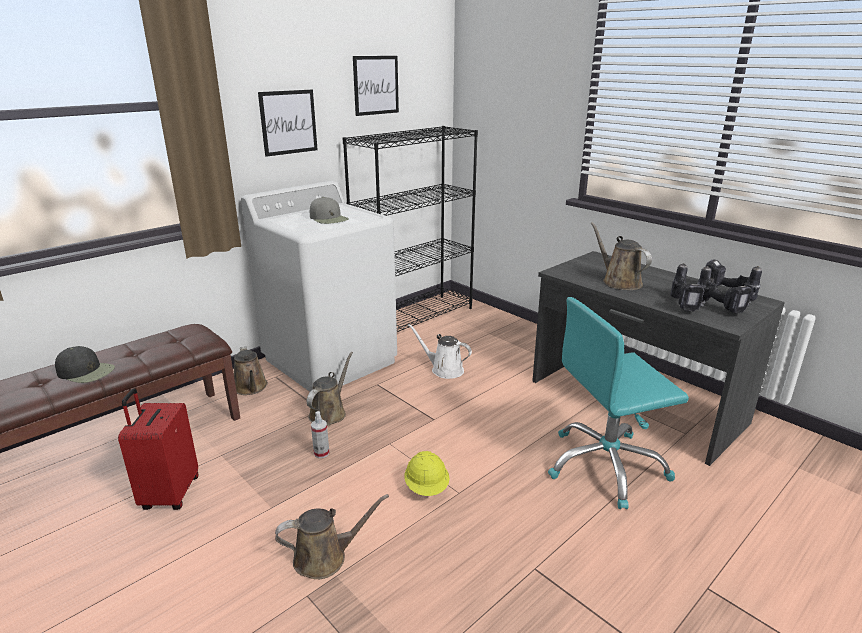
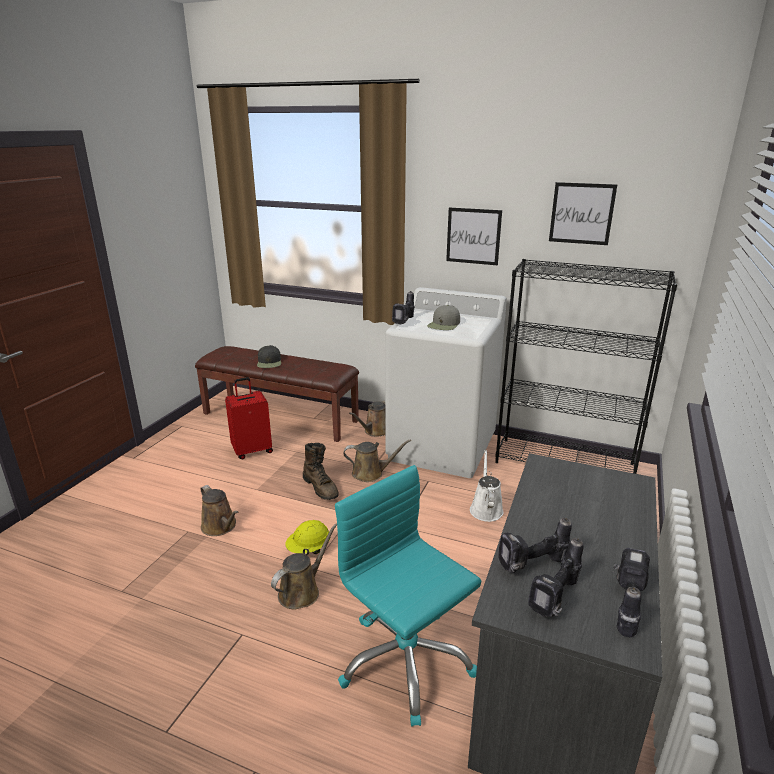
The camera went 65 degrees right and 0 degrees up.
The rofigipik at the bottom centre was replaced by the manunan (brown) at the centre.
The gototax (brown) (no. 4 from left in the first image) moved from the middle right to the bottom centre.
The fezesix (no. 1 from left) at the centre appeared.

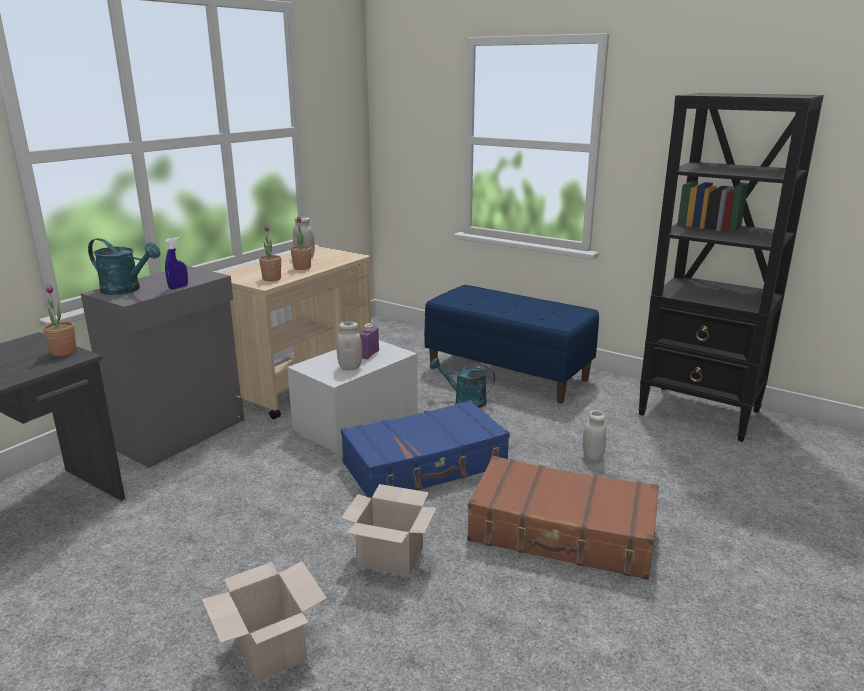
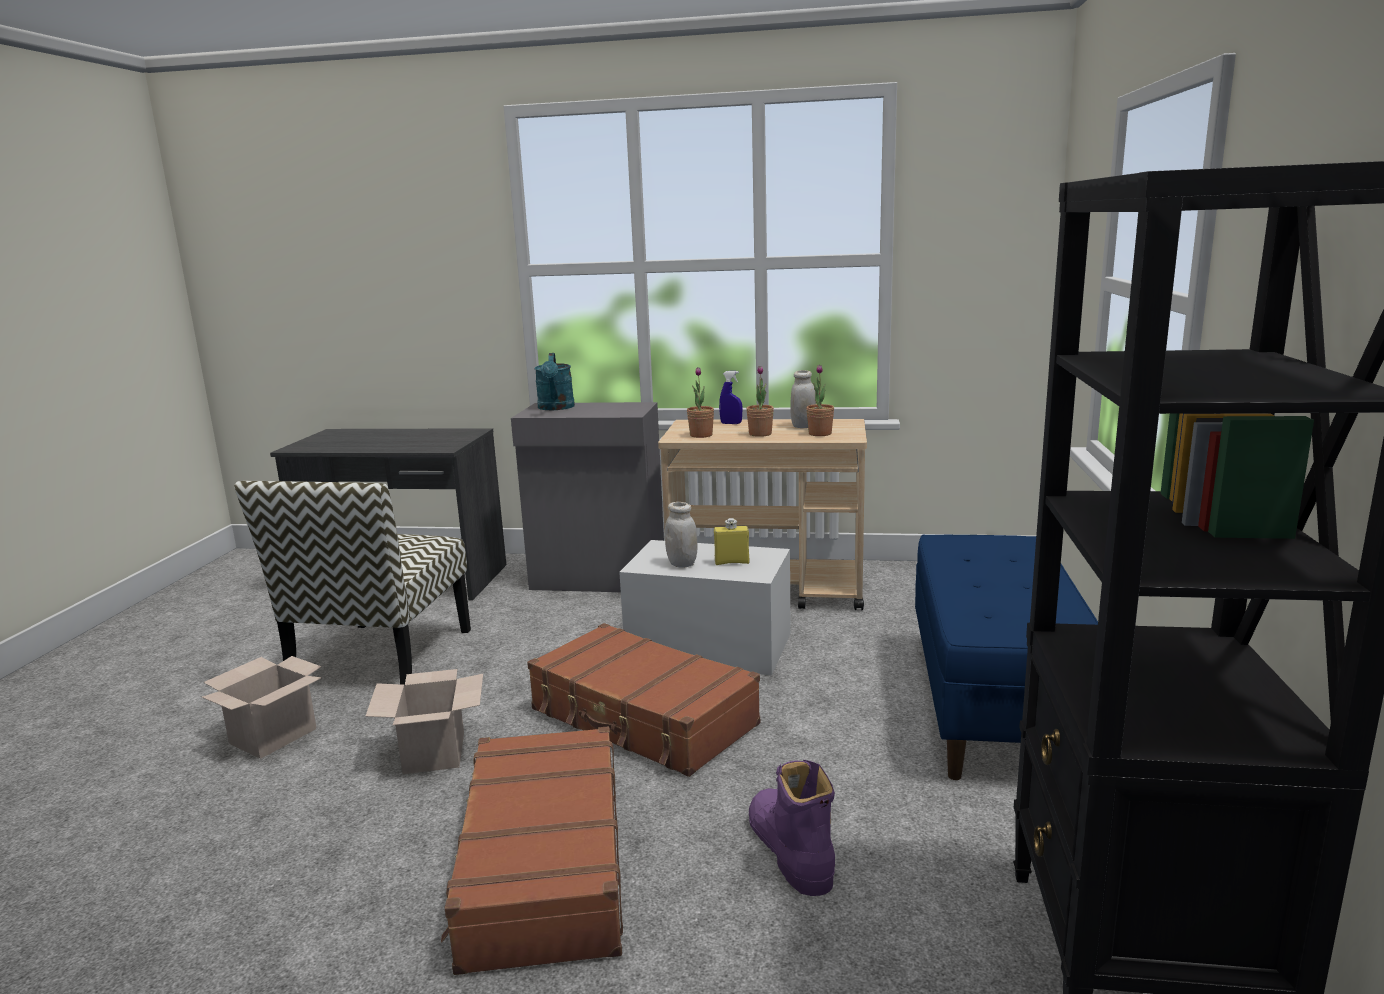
The camera went 65 degrees right and 5 degrees down.
The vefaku (no. 1 from left in the first image) moved from the middle left to the centre.
The rofigipik (blue) moved from the middle left to the centre.
The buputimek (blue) at the centre became the buputimek (brown) (no. 2 from left) at the bottom centre.
The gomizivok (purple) at the centre became the gomizivok (yellow) at the centre.
The gototax (turquoise) (no. 2 from left) at the centre disappeared.
The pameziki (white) (no. 3 from left) at the middle right was replaced by the manunan (purple) at the bottom centre.
The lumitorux at the middle left appeared.

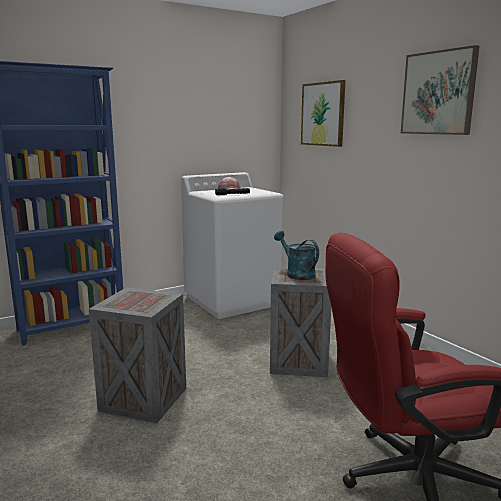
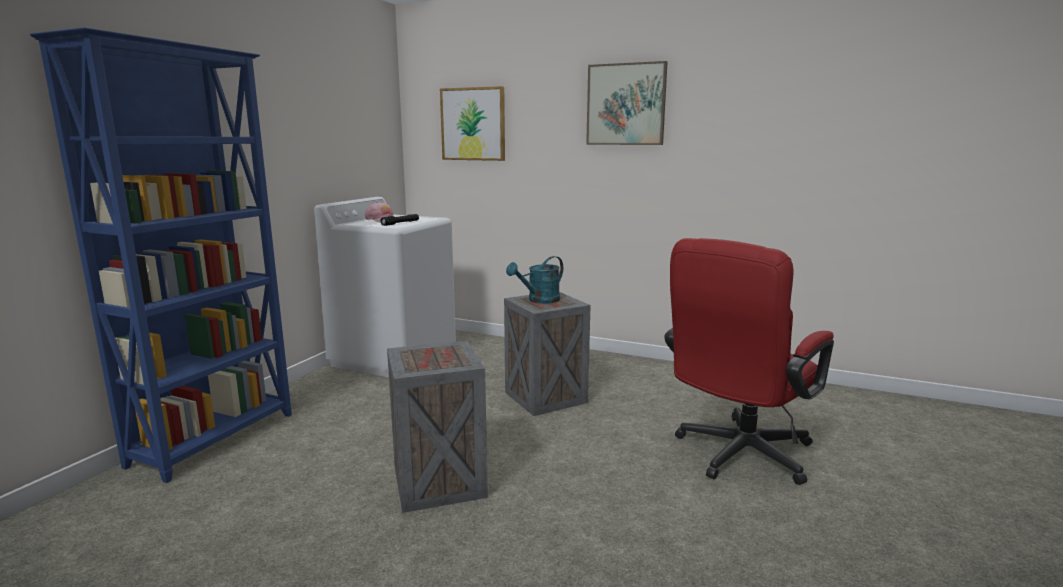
The camera went 35 degrees left and 0 degrees up.
The gototax (turquoise) at the centre turned 60 degrees counterclockwise.

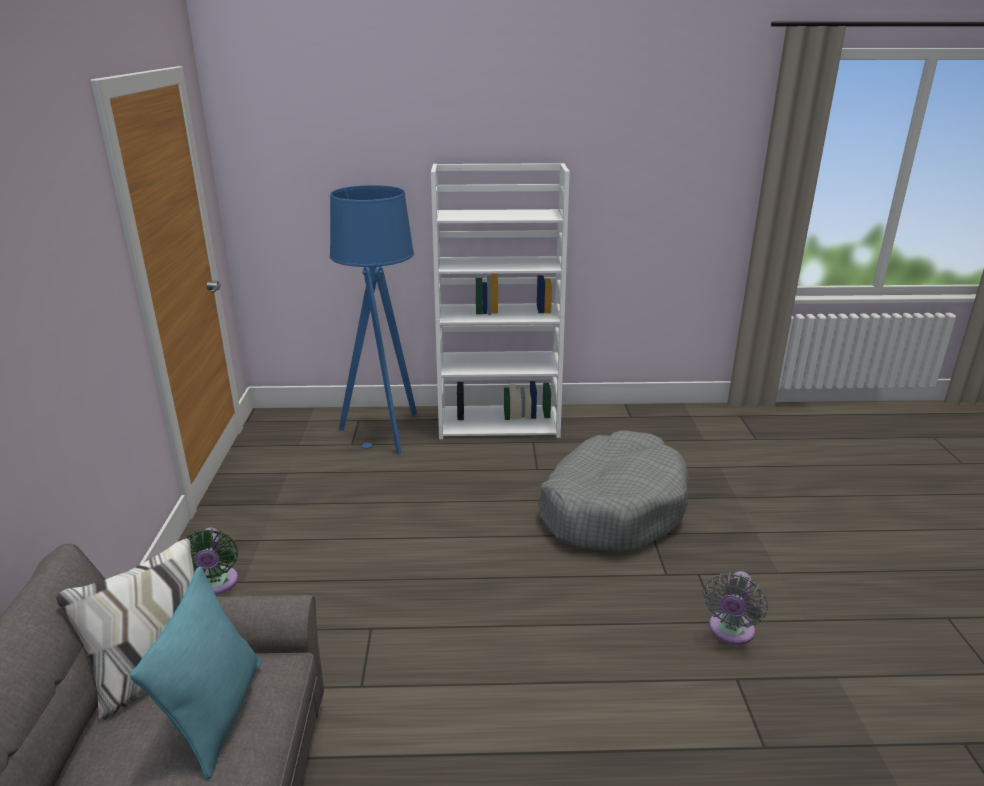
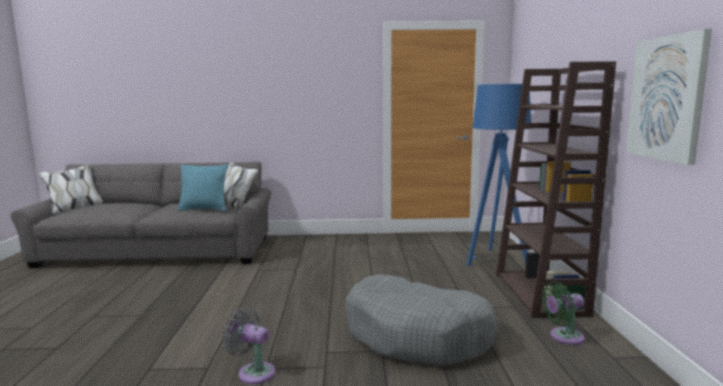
The camera went 90 degrees right and 15 degrees down.
The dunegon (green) moved from the bottom left to the bottom right.
The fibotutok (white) at the centre became the fibotutok (brown) at the middle right.
The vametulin at the top right appeared.

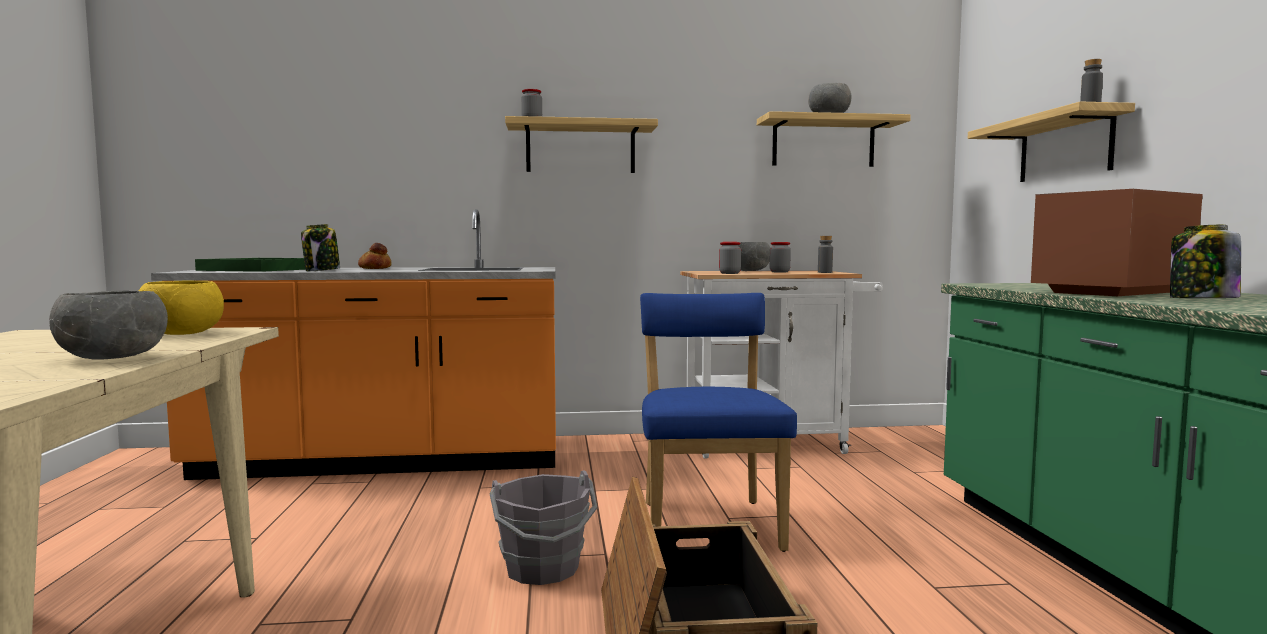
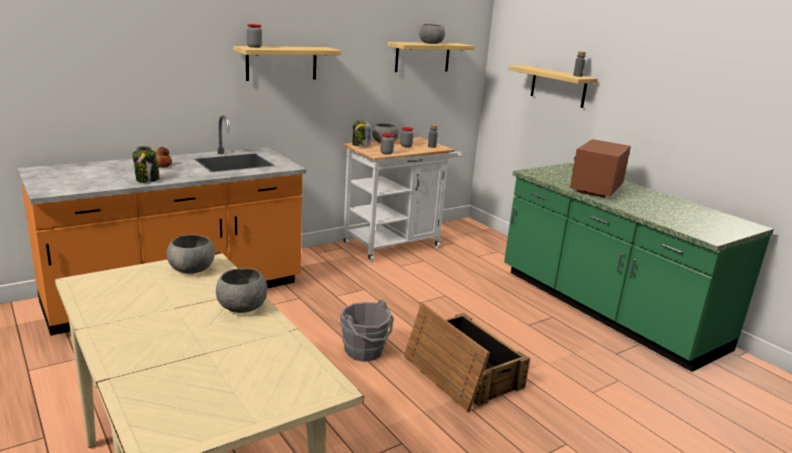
The camera went 30 degrees left and 15 degrees up.
The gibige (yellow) at the middle left became the gibige (grey) (no. 1 from left) at the middle left.
The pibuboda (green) at the middle left disappeared.
The lumitorux (blue) at the centre disappeared.
The pameziki (no. 5 from left in the first image) moved from the middle right to the top centre.

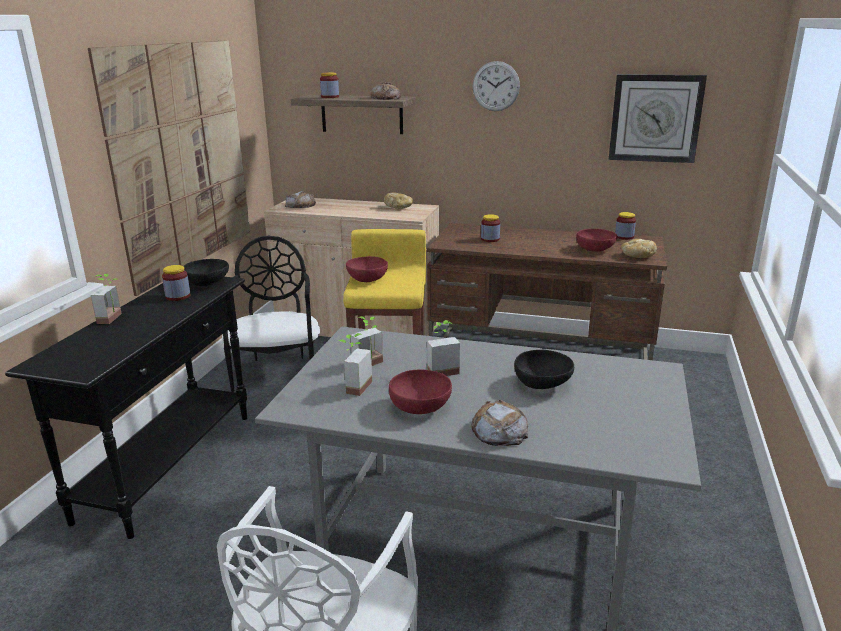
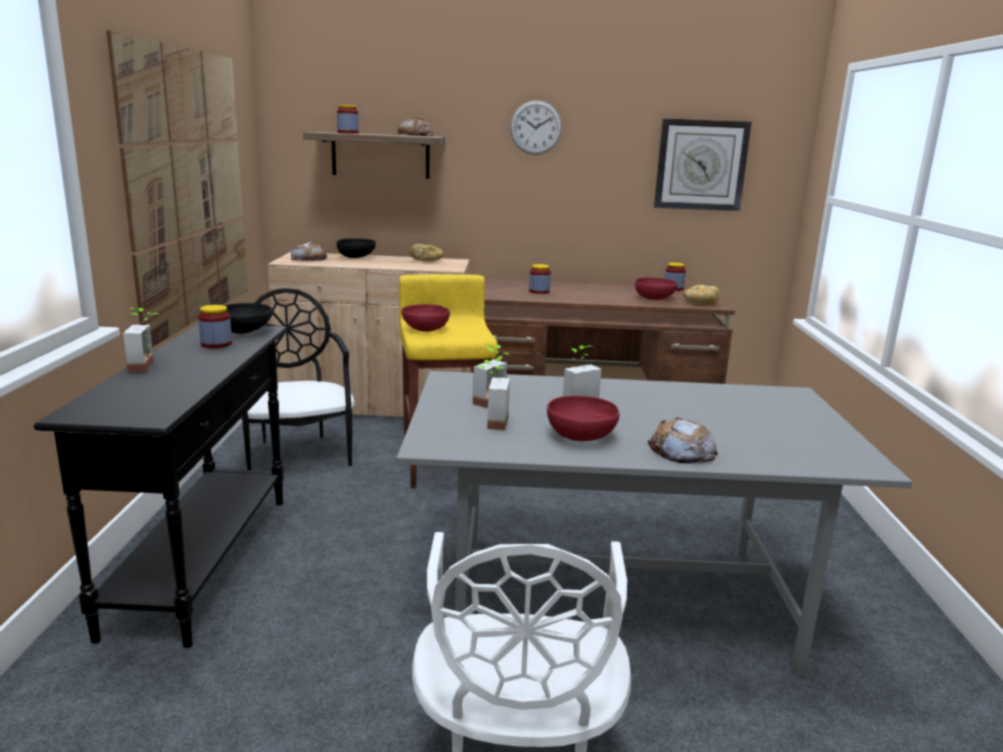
The camera went 15 degrees left and 5 degrees down.
The gibige (black) (no. 2 from left) moved from the centre to the top centre.

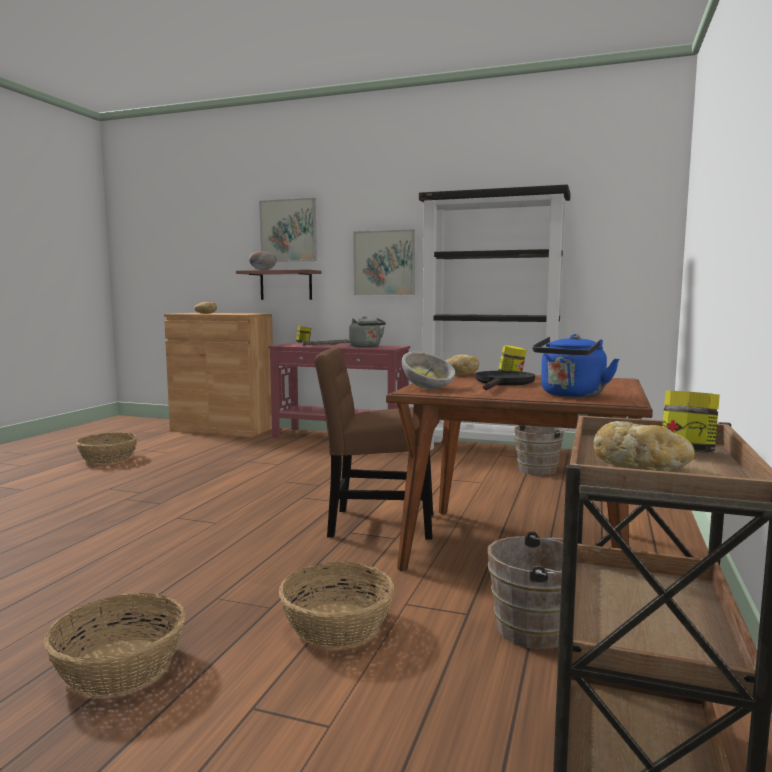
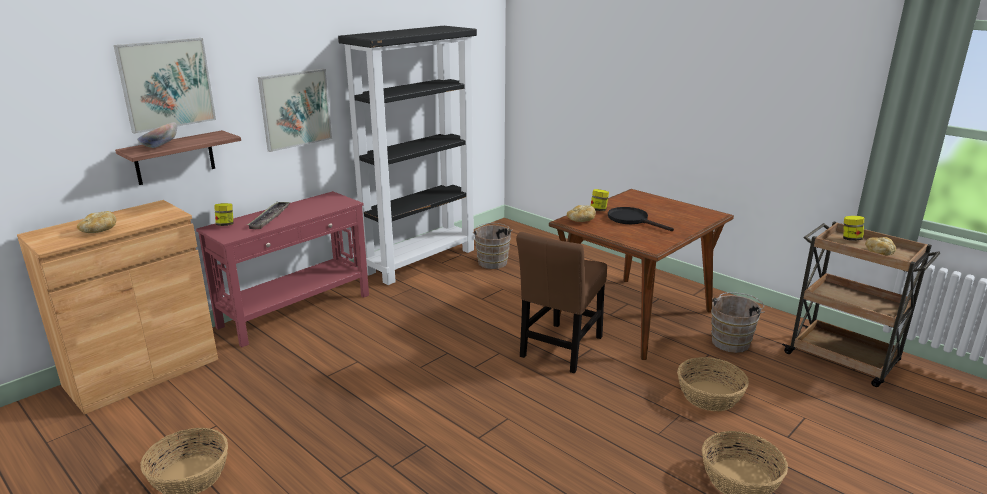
The camera went 65 degrees left and 15 degrees up.
The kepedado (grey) at the centre disappeared.
The gibige (no. 2 from left) at the centre disappeared.
The kepedado (blue) at the middle right disappeared.

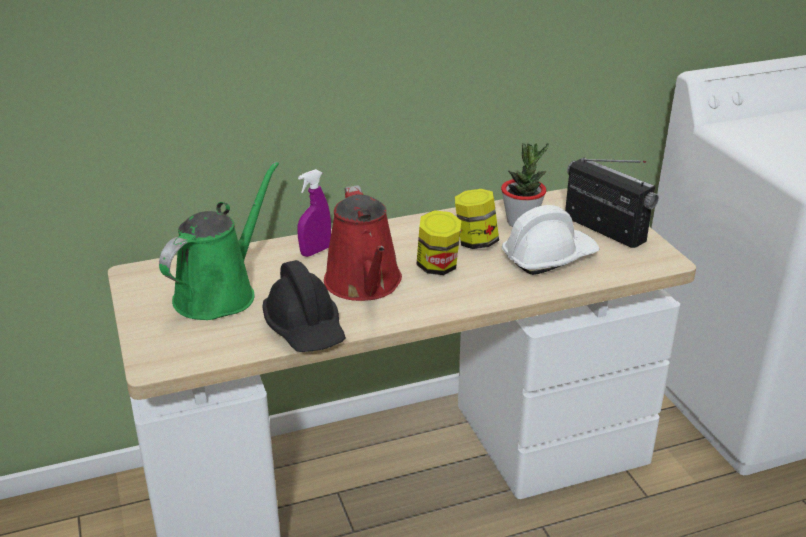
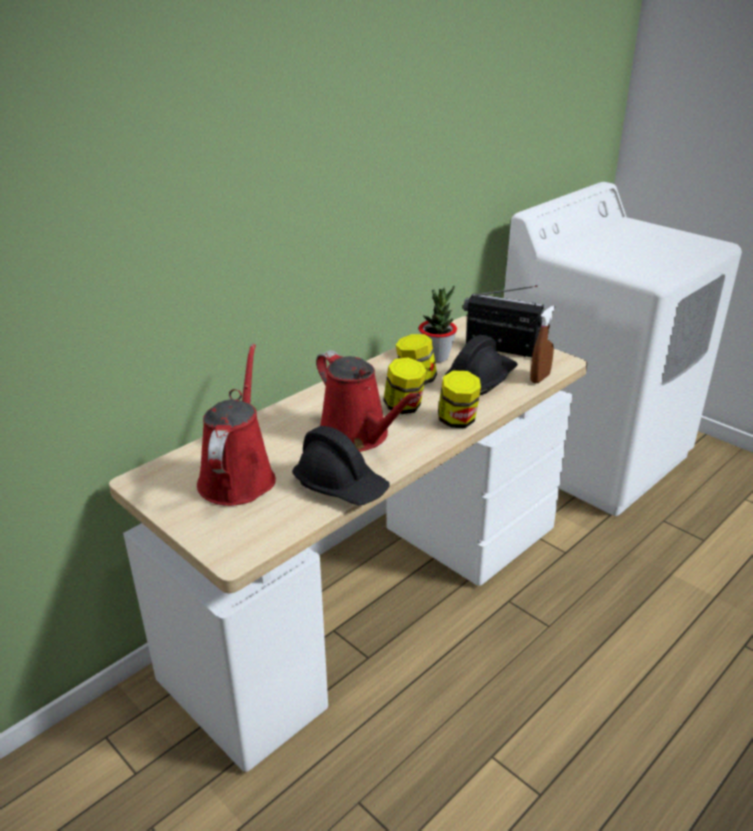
The camera went 25 degrees left and 0 degrees up.
The gototax (green) at the middle left became the gototax (red) (no. 1 from left) at the middle left.
The rofigipik (purple) at the centre disappeared.
The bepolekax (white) at the middle right became the bepolekax (black) (no. 2 from left) at the centre.
The pameziki (no. 3 from left) at the centre appeared.
The rofigipik (brown) at the middle right appeared.

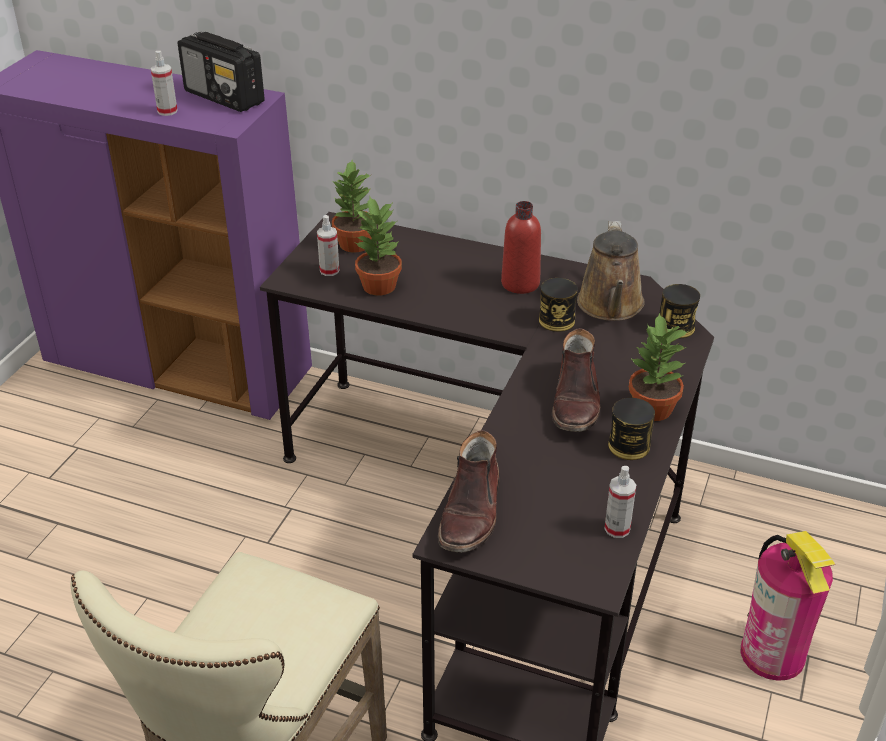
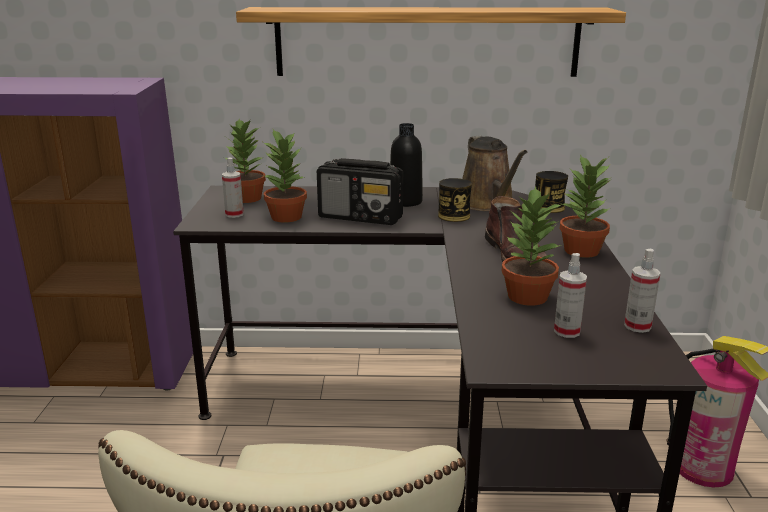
The camera went 20 degrees left and 15 degrees down.
The rofigipik (no. 1 from left in the first image) moved from the top left to the middle right.
The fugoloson moved from the top left to the centre.
The manunan (brown) (no. 1 from left) at the centre disappeared.
The gomizivok (red) at the centre became the gomizivok (black) at the top centre.
The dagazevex (no. 2 from left) at the middle right disappeared.
The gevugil at the top centre appeared.
The vefaku (no. 3 from left) at the middle right appeared.

